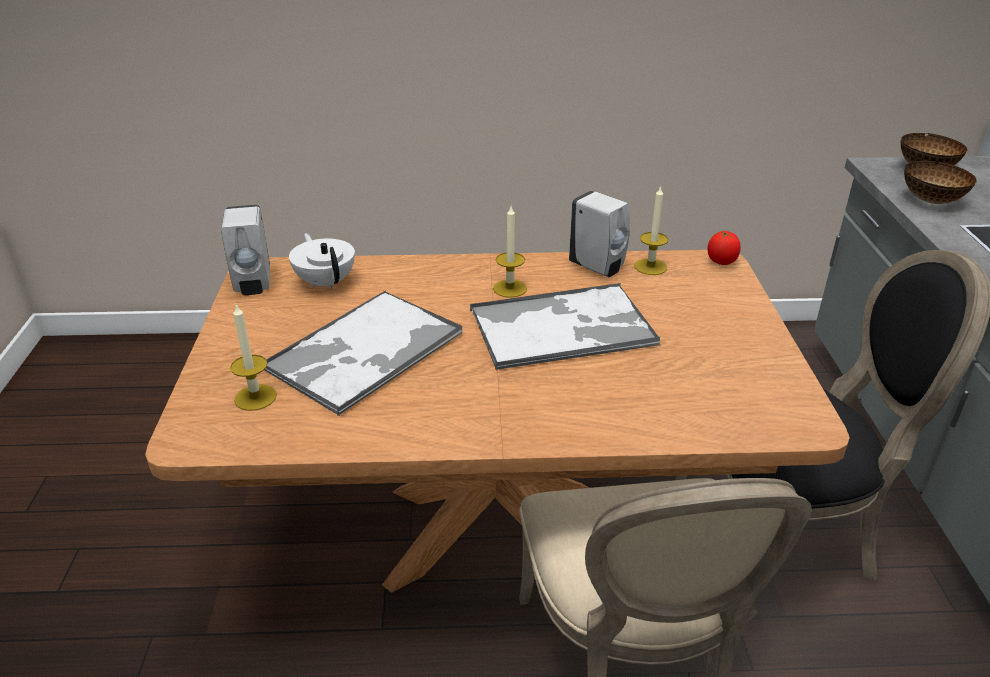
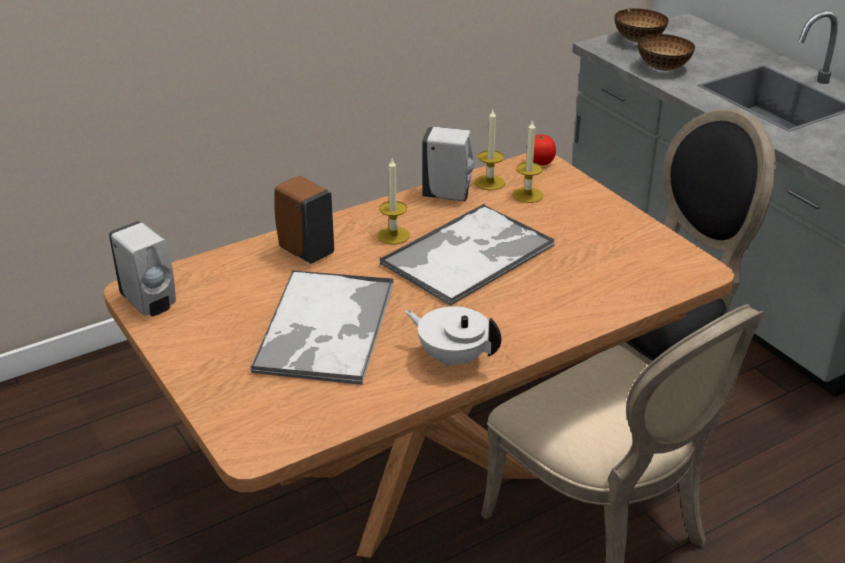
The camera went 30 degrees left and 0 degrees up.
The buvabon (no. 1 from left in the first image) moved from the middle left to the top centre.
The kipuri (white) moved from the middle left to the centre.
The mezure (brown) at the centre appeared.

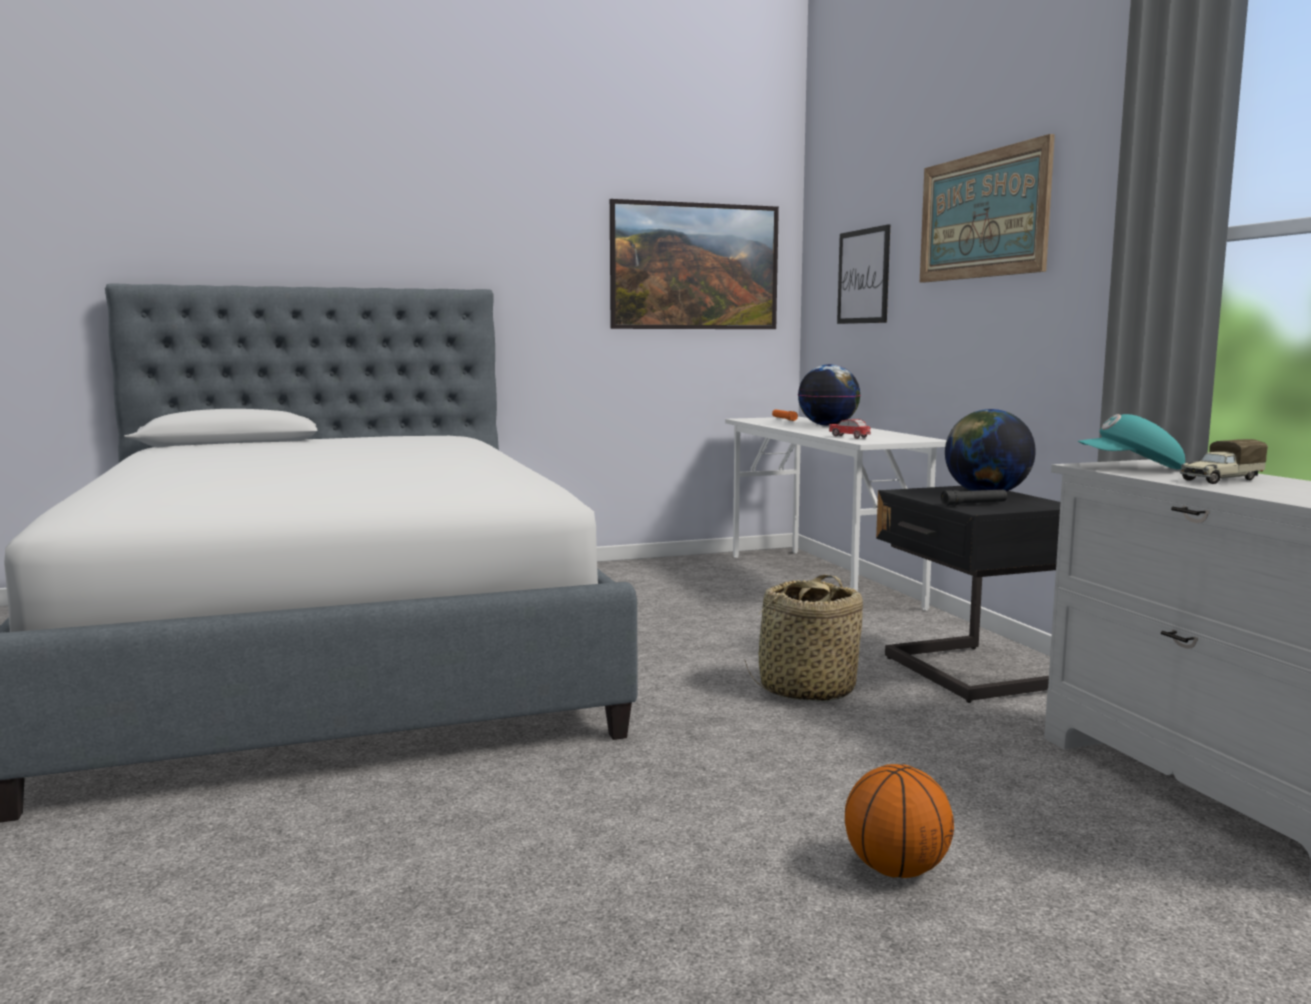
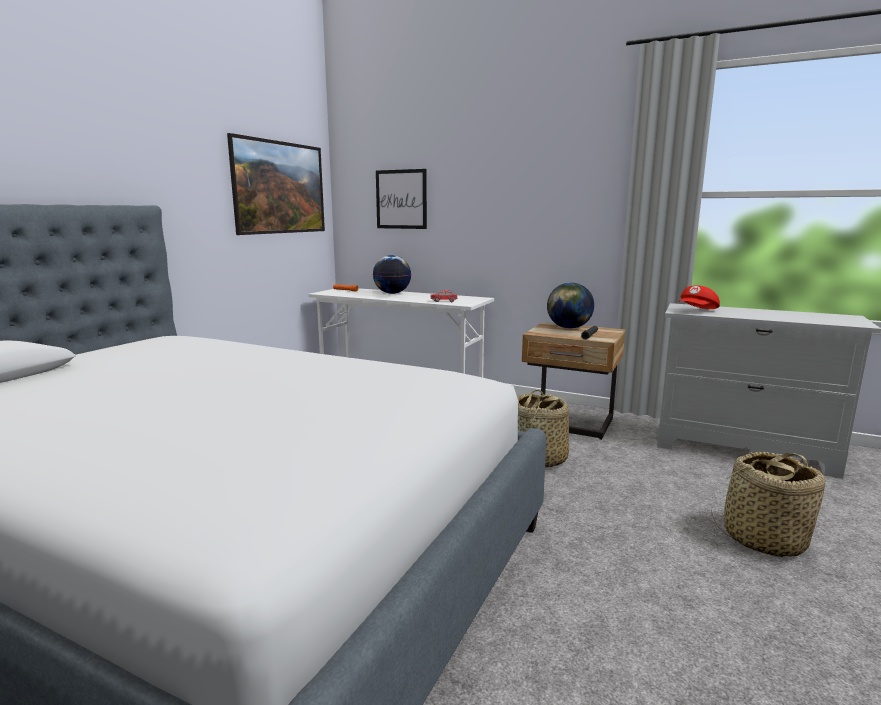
The camera went 45 degrees left and 5 degrees up.
The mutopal at the bottom right was replaced by the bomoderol (no. 2 from left) at the bottom right.
The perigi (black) at the middle right became the perigi (beige) at the centre.
The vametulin (no. 3 from left) at the top right disappeared.
The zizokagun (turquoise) at the middle right became the zizokagun (red) at the middle right.
The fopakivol at the middle right disappeared.

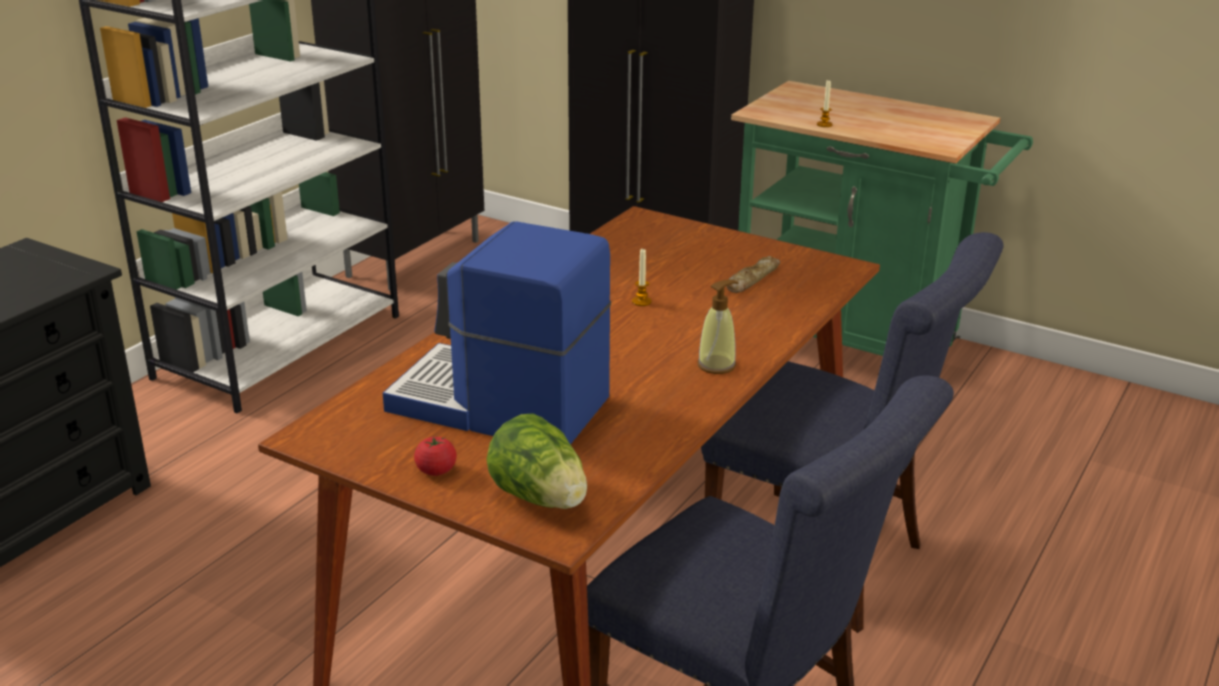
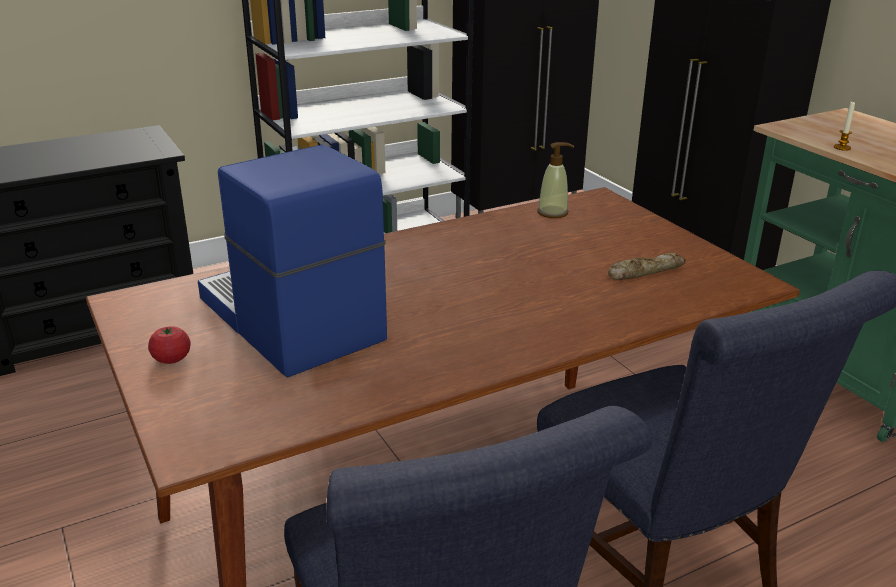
The camera went 30 degrees right and 0 degrees up.
The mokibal at the bottom centre disappeared.
The buvabon (no. 1 from left) at the centre disappeared.
The mezure moved from the centre to the top centre.

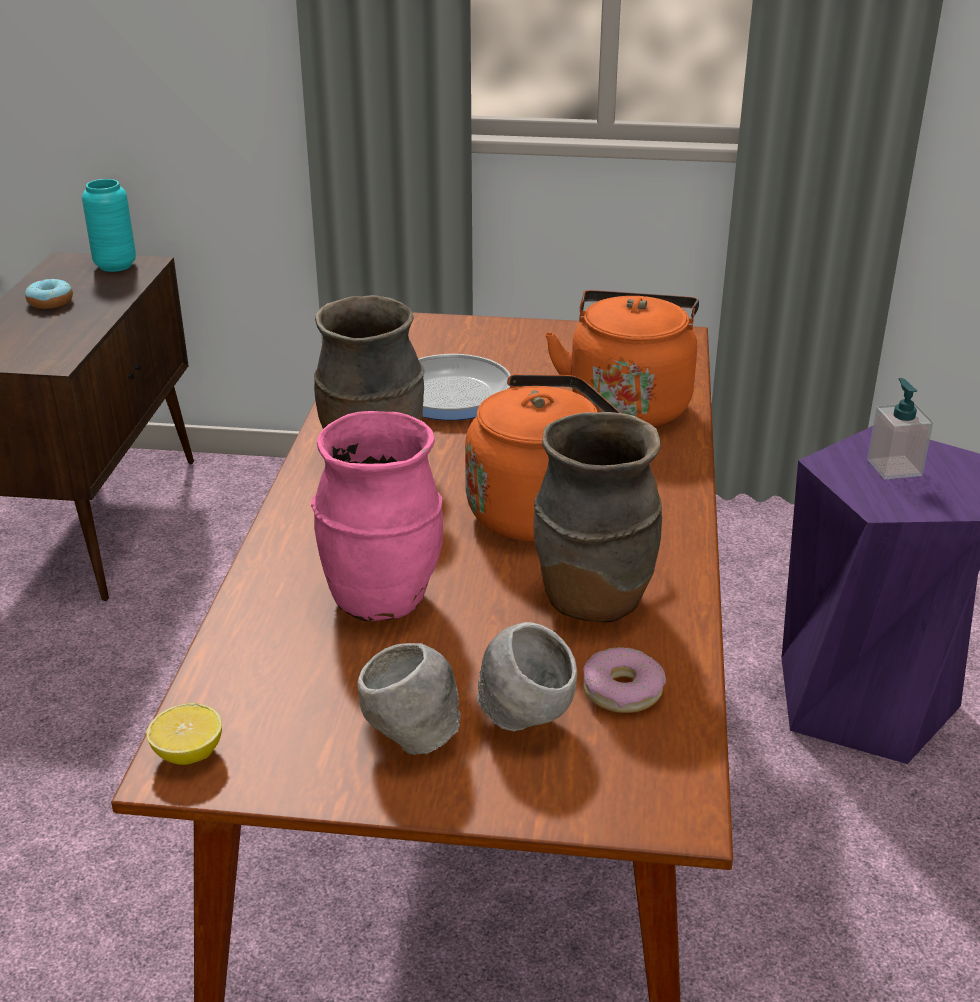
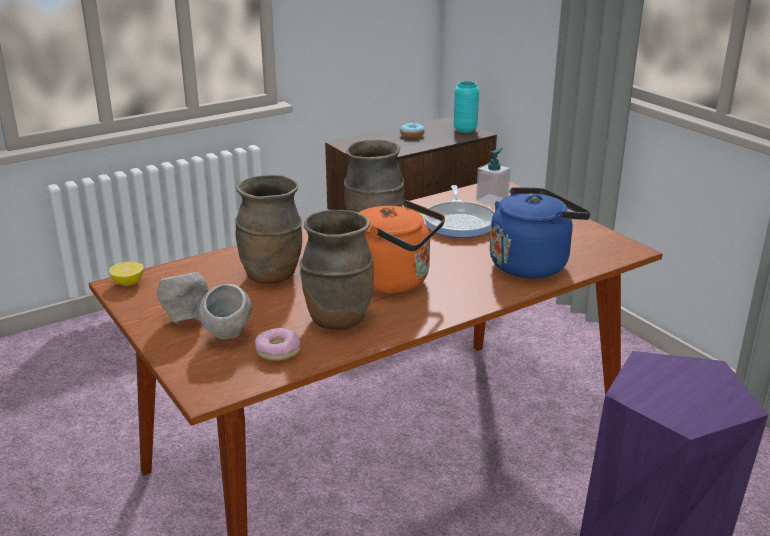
The camera went 50 degrees right and 5 degrees down.
The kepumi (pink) at the centre became the kepumi (brown) (no. 1 from left) at the centre.
The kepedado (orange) (no. 2 from left) at the centre became the kepedado (blue) at the middle right.
The mezure moved from the middle right to the top centre.

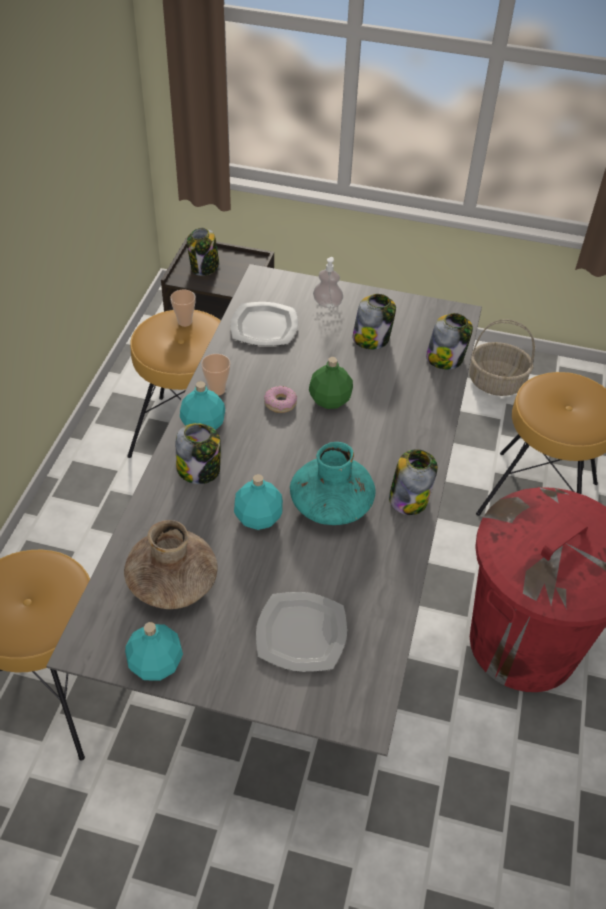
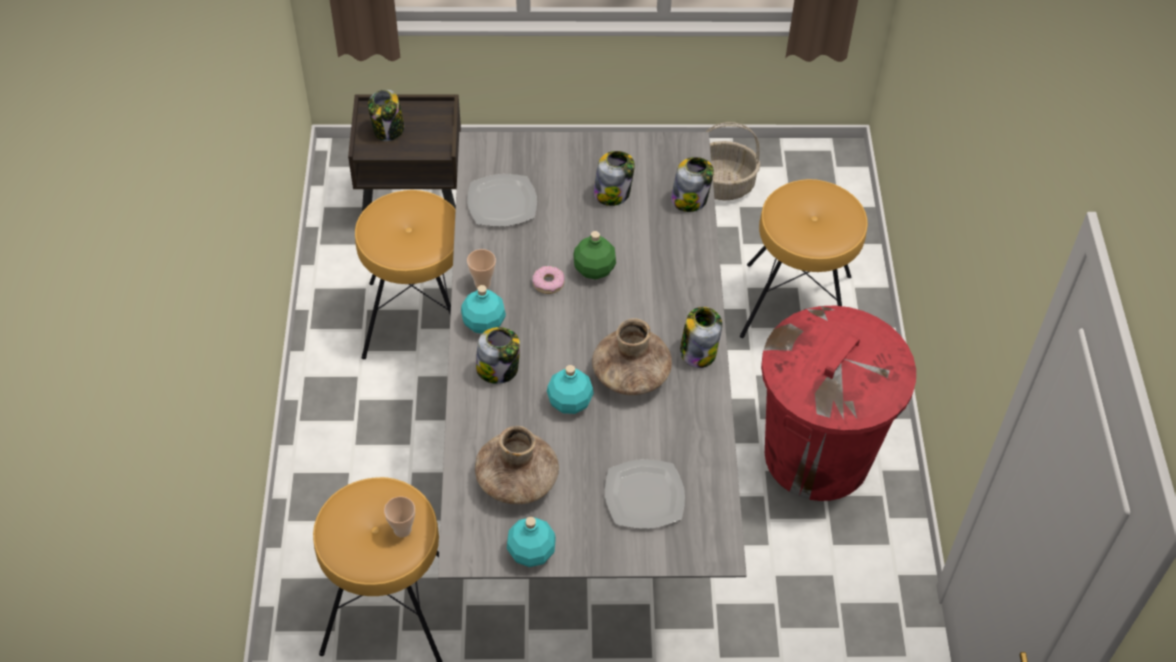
The camera went 15 degrees left and 5 degrees up.
The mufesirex (no. 1 from left) moved from the middle left to the bottom centre.
The kepumi (turquoise) at the centre became the kepumi (brown) (no. 2 from left) at the centre.
The mezure at the top centre disappeared.

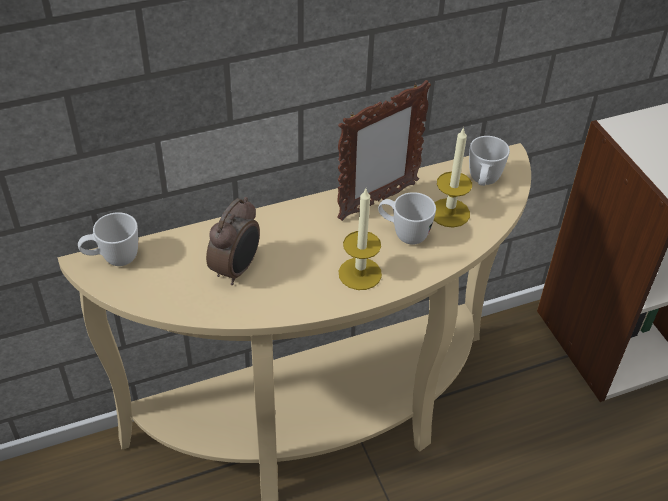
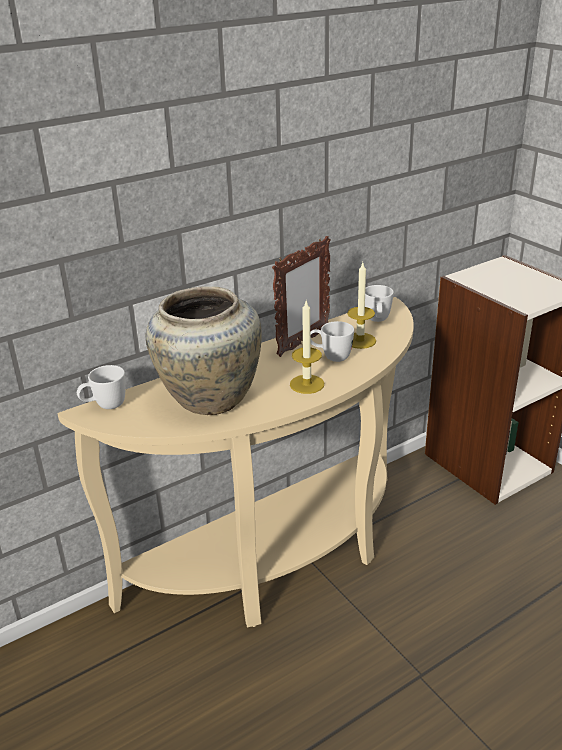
The camera went 10 degrees left and 15 degrees down.
The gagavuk at the centre was replaced by the kepumi (beige) at the centre.

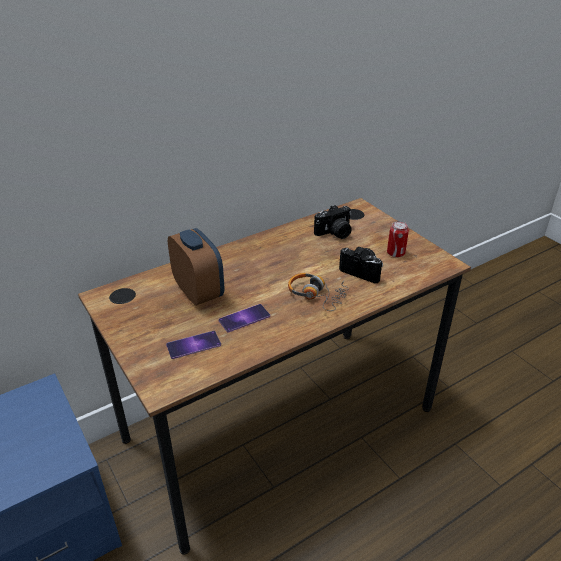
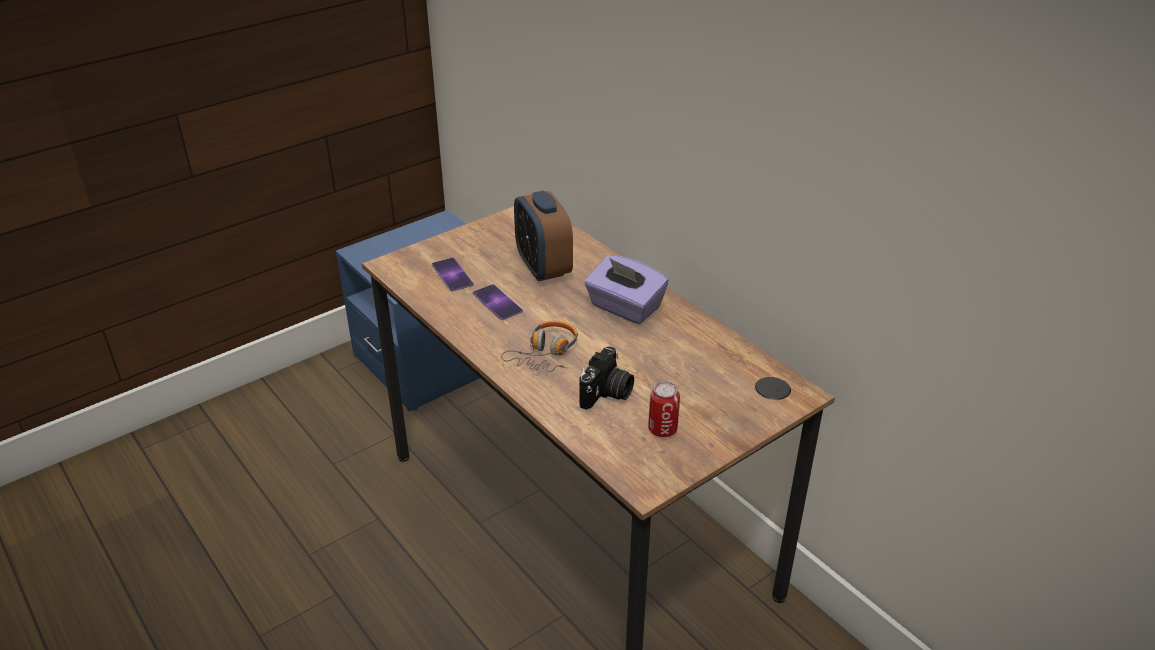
The camera went 85 degrees right and 0 degrees up.
The gagavuk at the centre turned 105 degrees clockwise.
The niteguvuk (no. 1 from left) at the centre disappeared.
The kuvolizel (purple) at the centre appeared.

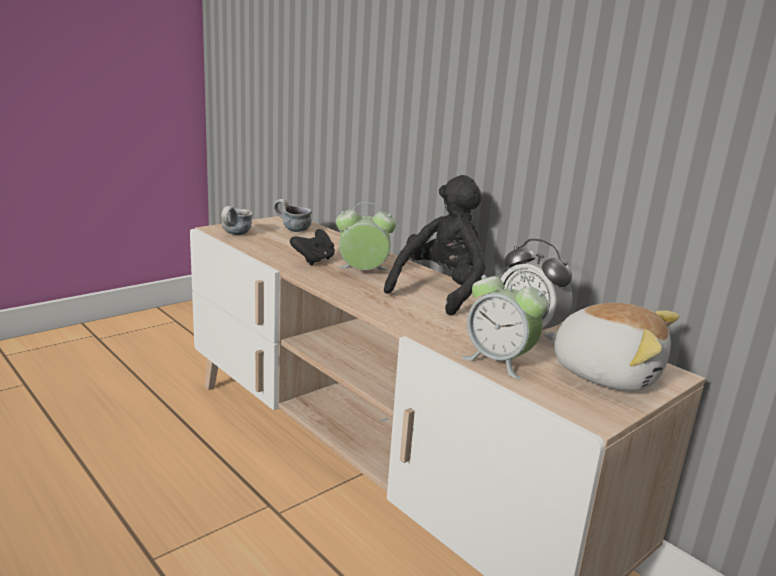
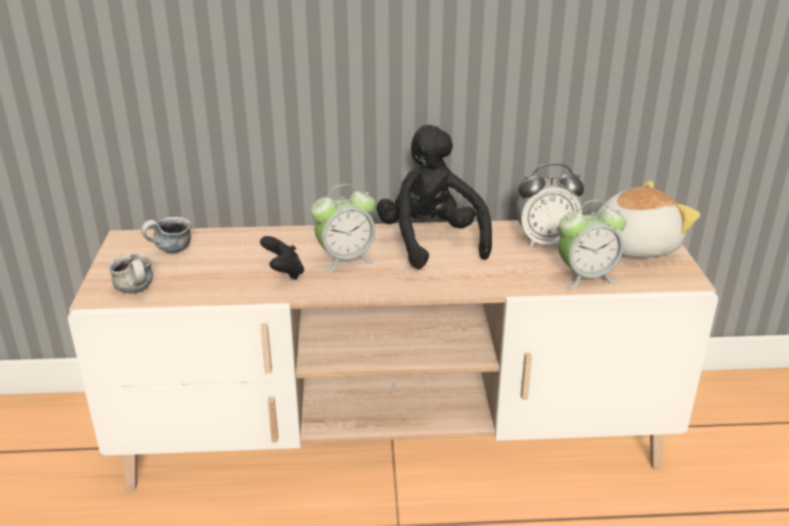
The camera went 50 degrees left and 10 degrees up.
The gagavuk (no. 1 from left) at the centre turned 150 degrees counterclockwise.

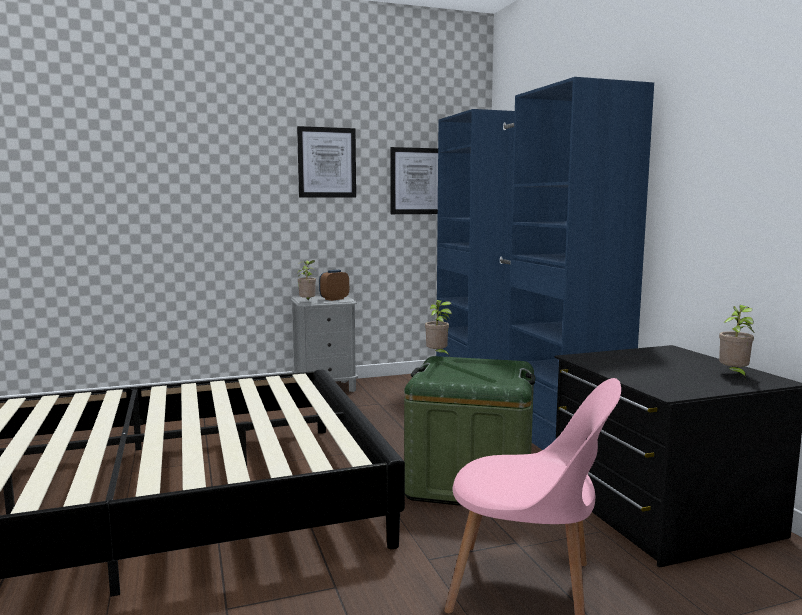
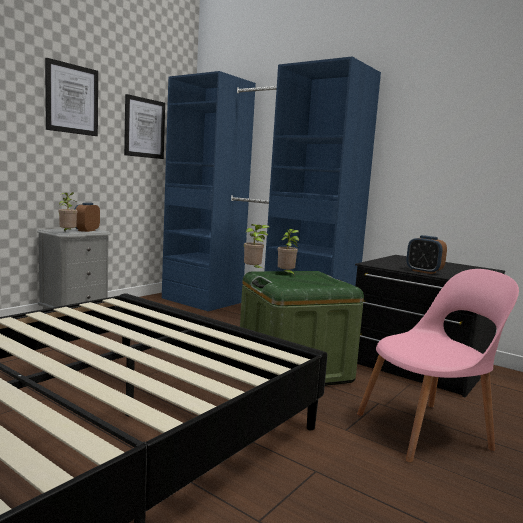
The camera went 35 degrees left and 0 degrees up.
The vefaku (no. 3 from left) moved from the middle right to the centre.
The gagavuk (no. 2 from left) at the middle right appeared.

